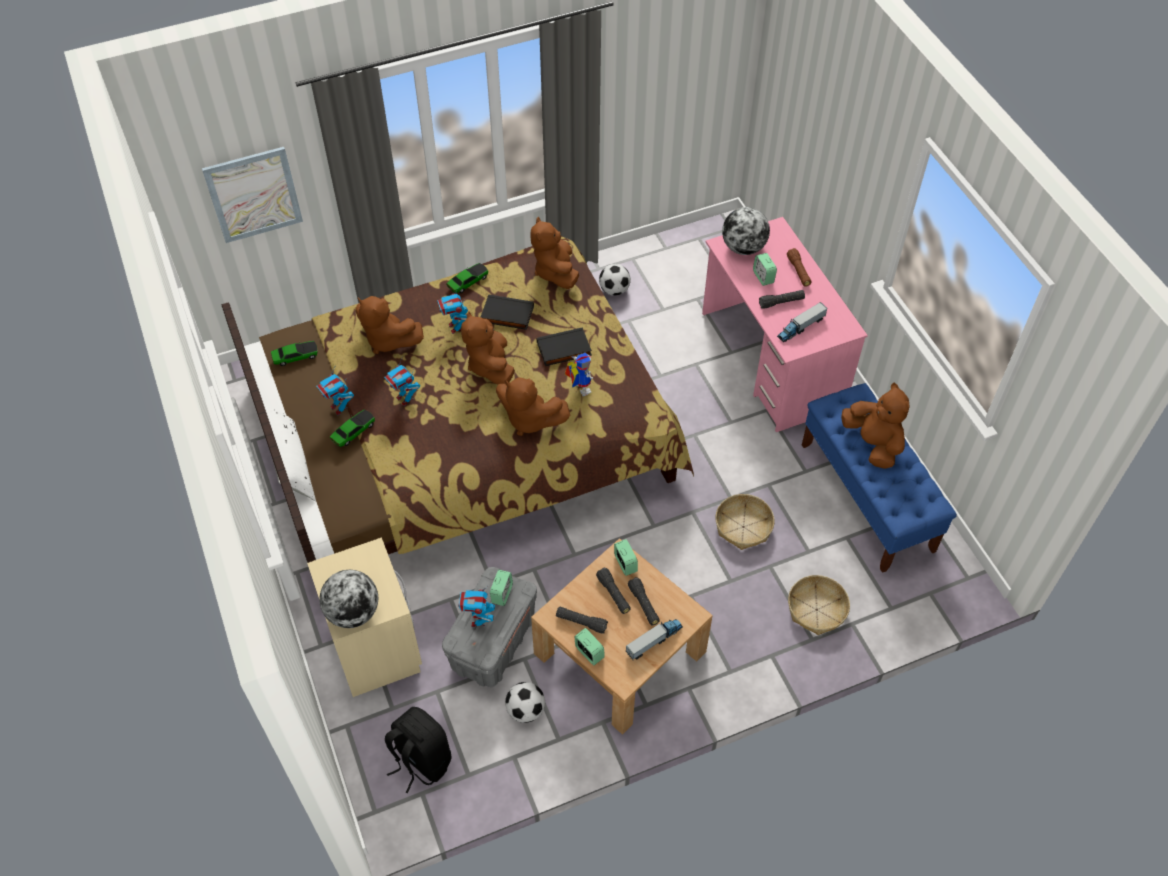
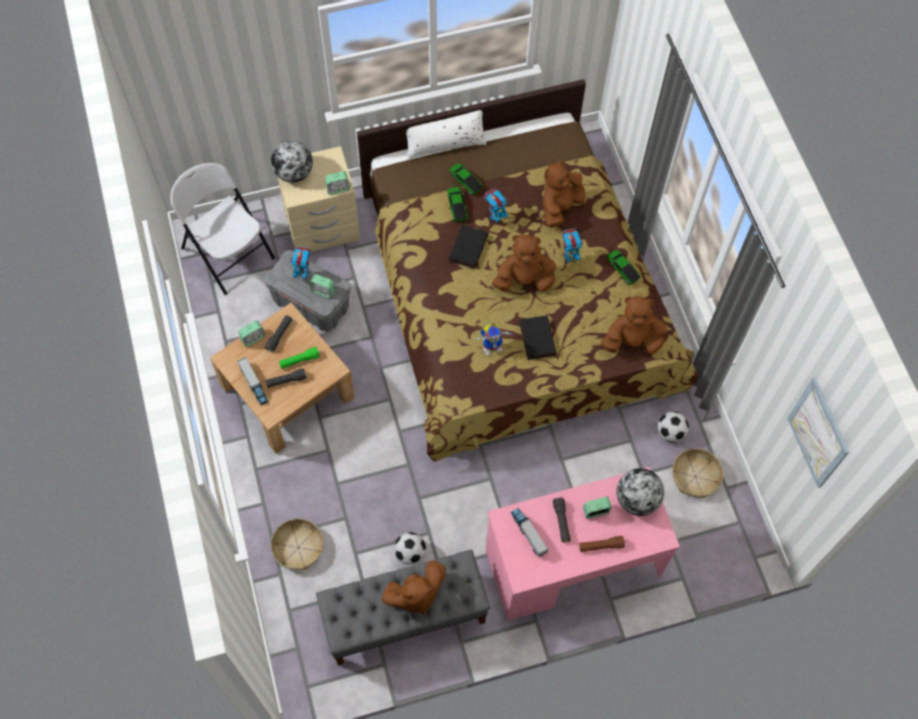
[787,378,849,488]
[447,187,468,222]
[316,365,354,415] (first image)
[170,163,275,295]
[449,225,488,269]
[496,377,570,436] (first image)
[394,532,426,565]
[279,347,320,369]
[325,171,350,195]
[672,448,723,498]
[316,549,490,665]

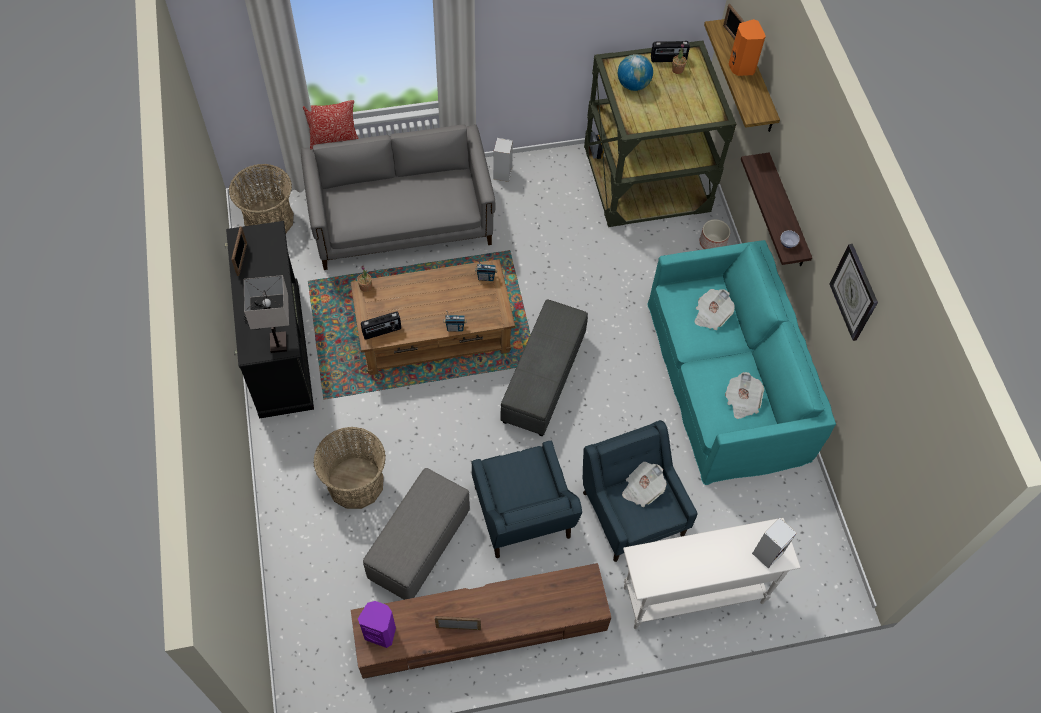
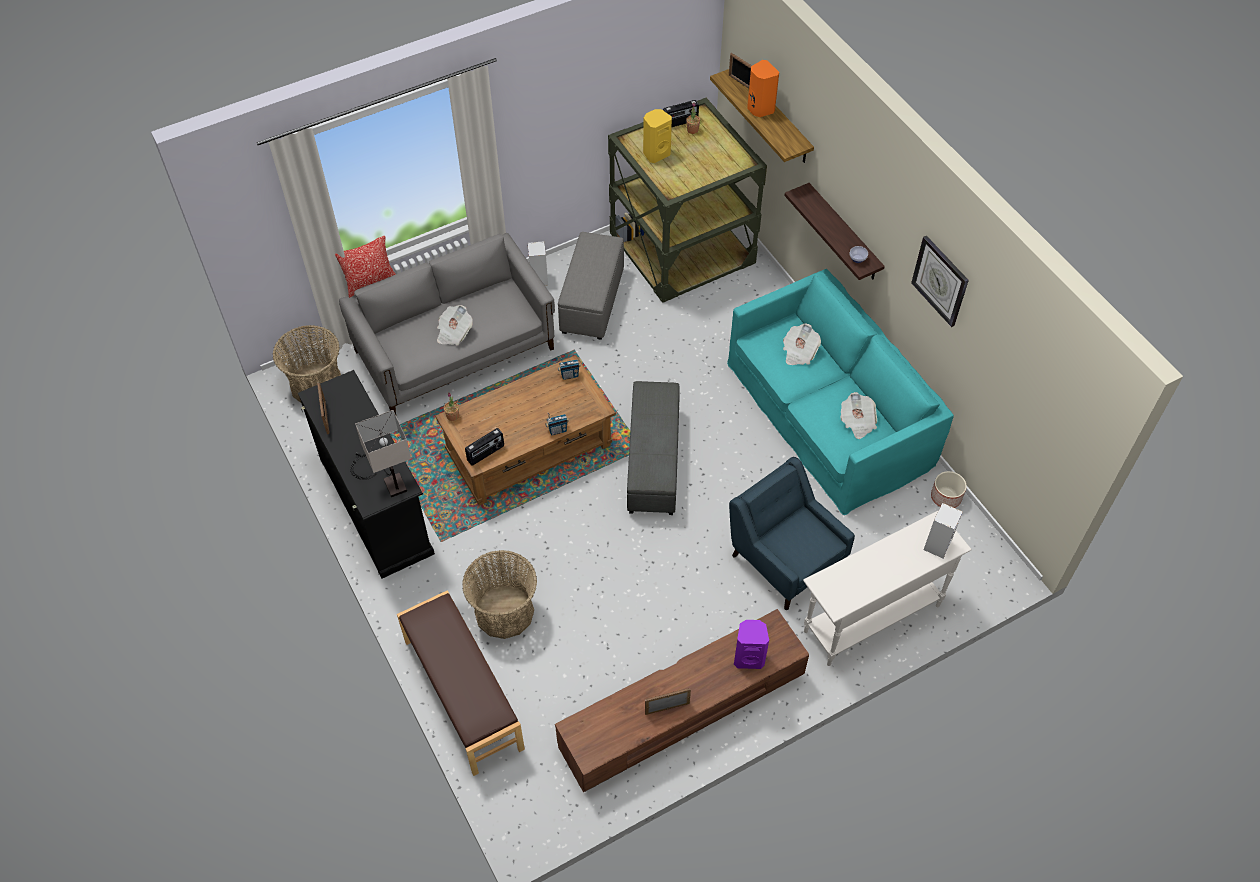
[734,620,769,669]
[558,232,624,340]
[472,441,582,558] (first image)
[643,109,672,163]
[437,305,473,346]
[931,471,967,508]
[397,590,525,776]

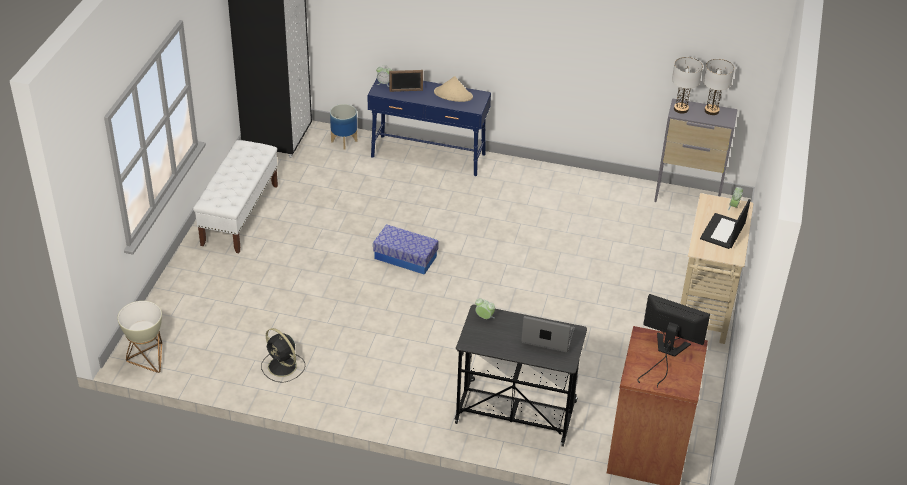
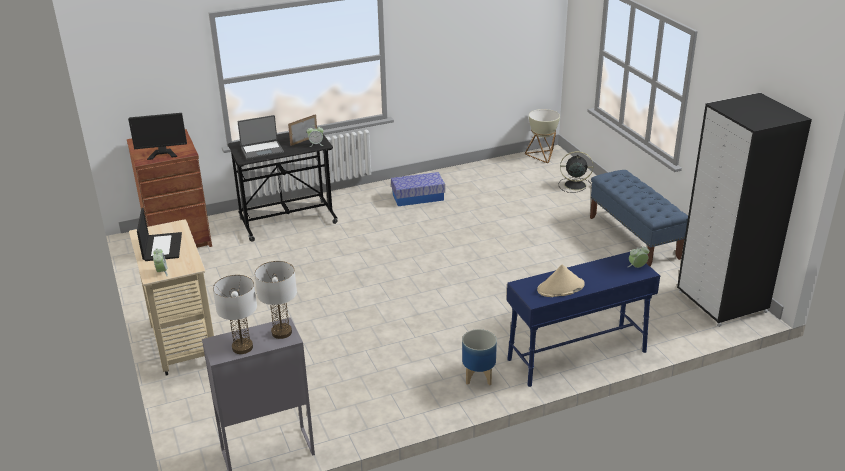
[590,170,688,267]
[558,151,593,193]
[462,329,497,385]
[391,172,445,206]
[288,114,317,146]

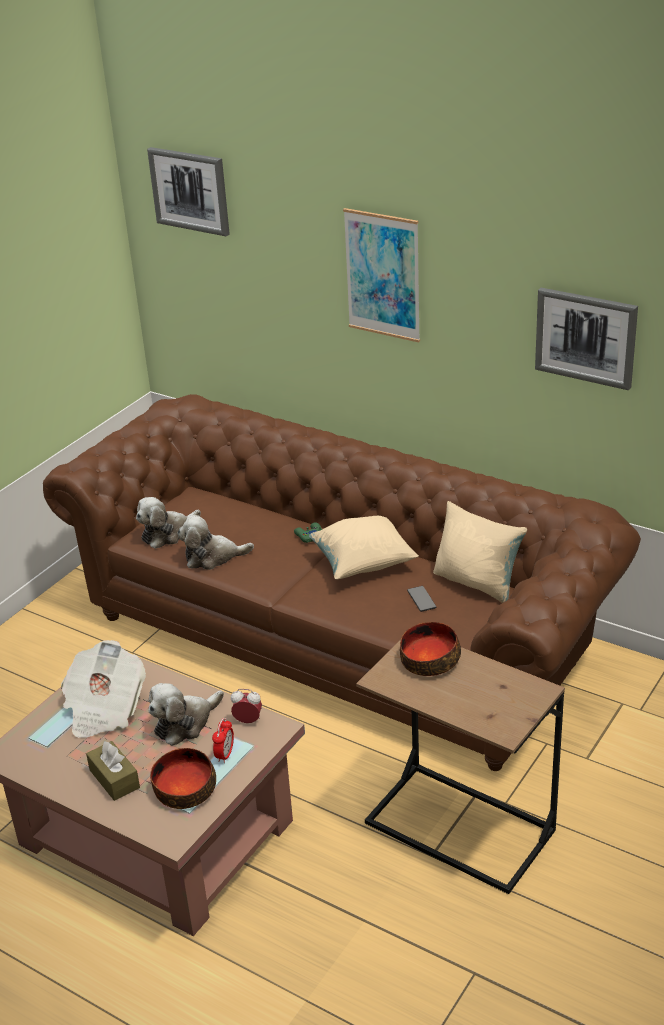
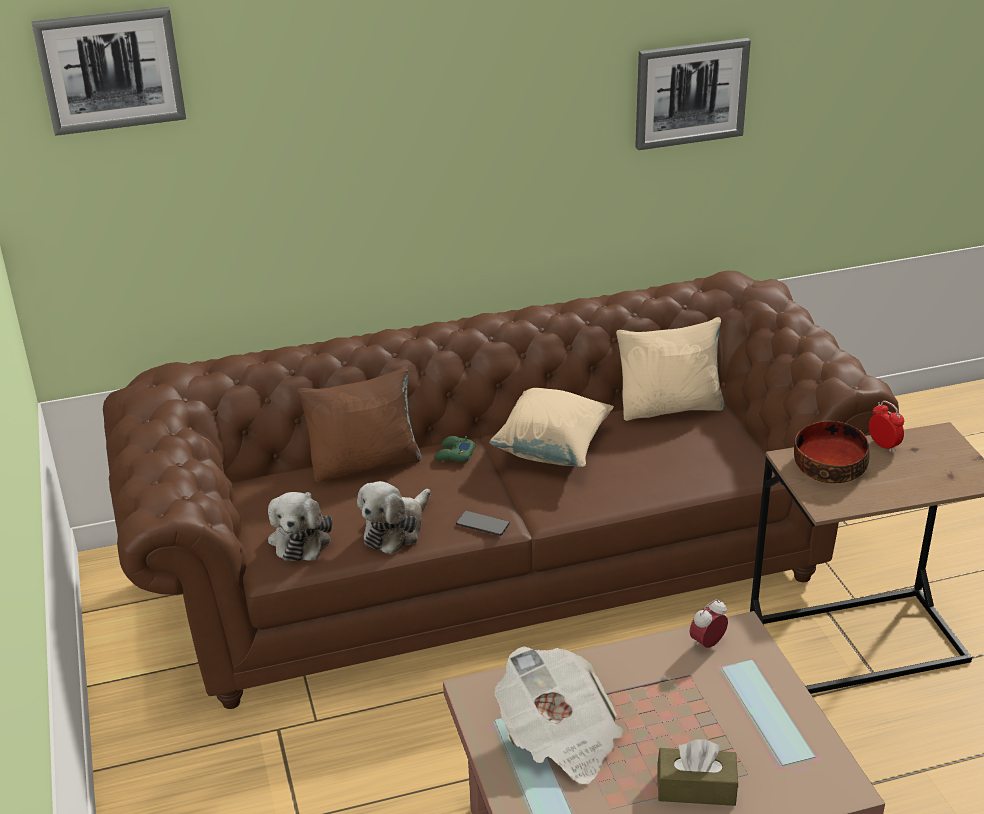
[148,683,224,746] (first image)
[150,748,216,809] (first image)
[869,401,904,453]
[343,208,420,343] (first image)
[456,511,510,536]
[297,365,422,483]

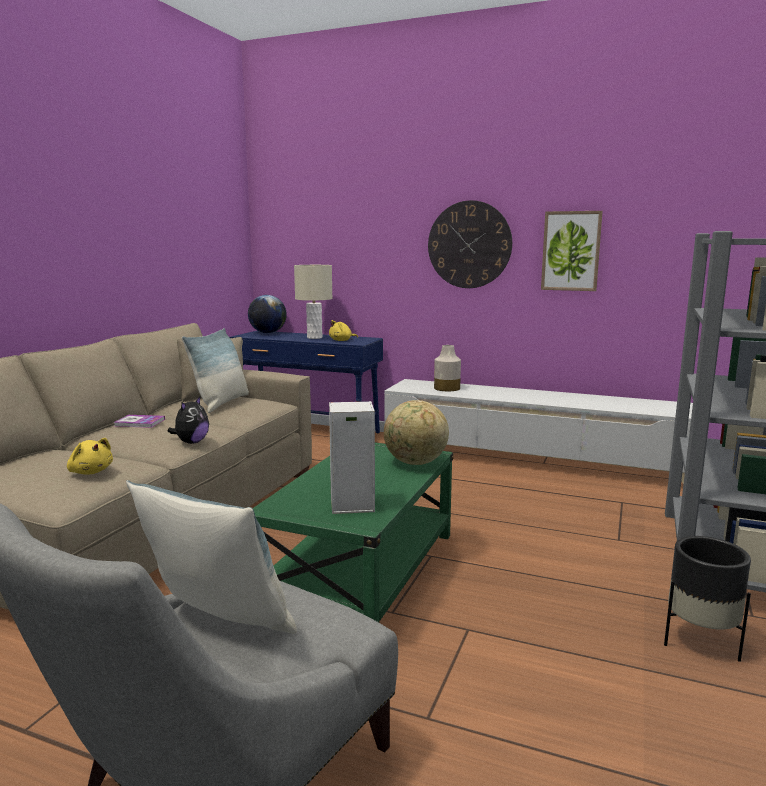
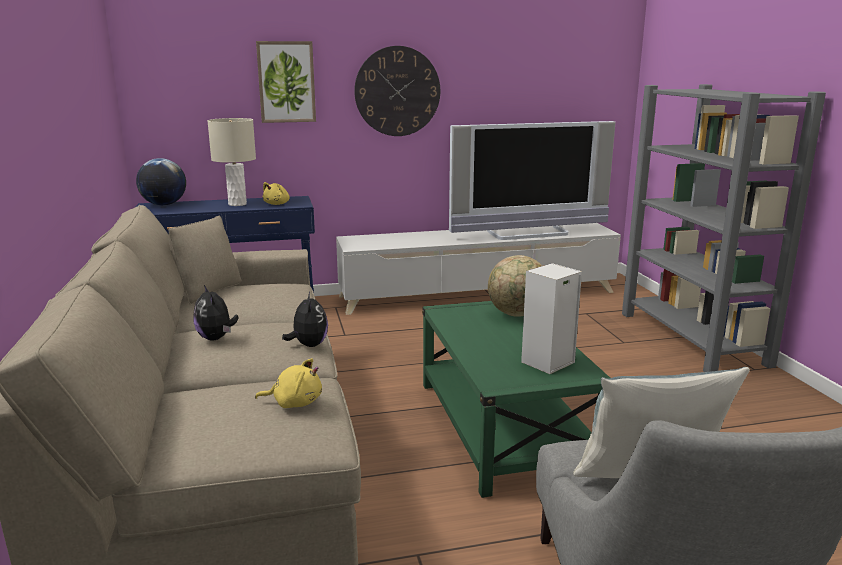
[193,285,238,341]
[182,328,249,413] (first image)
[434,345,461,391] (first image)
[256,41,316,123]
[664,536,751,662] (first image)
[449,121,616,240]

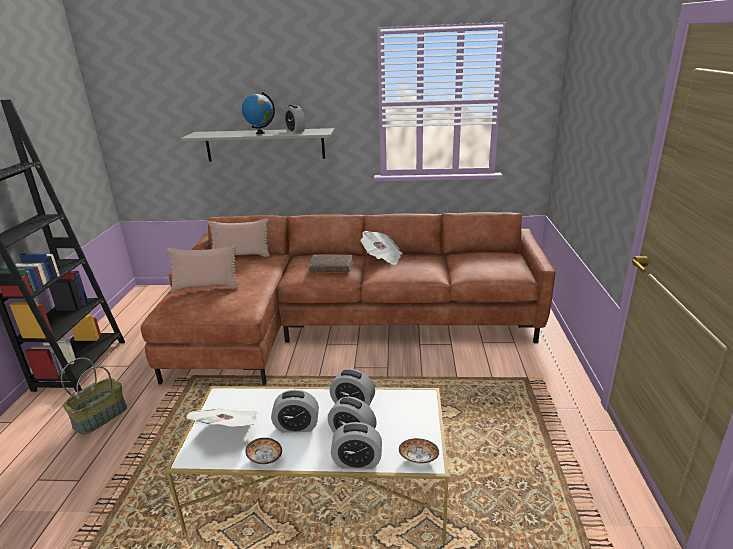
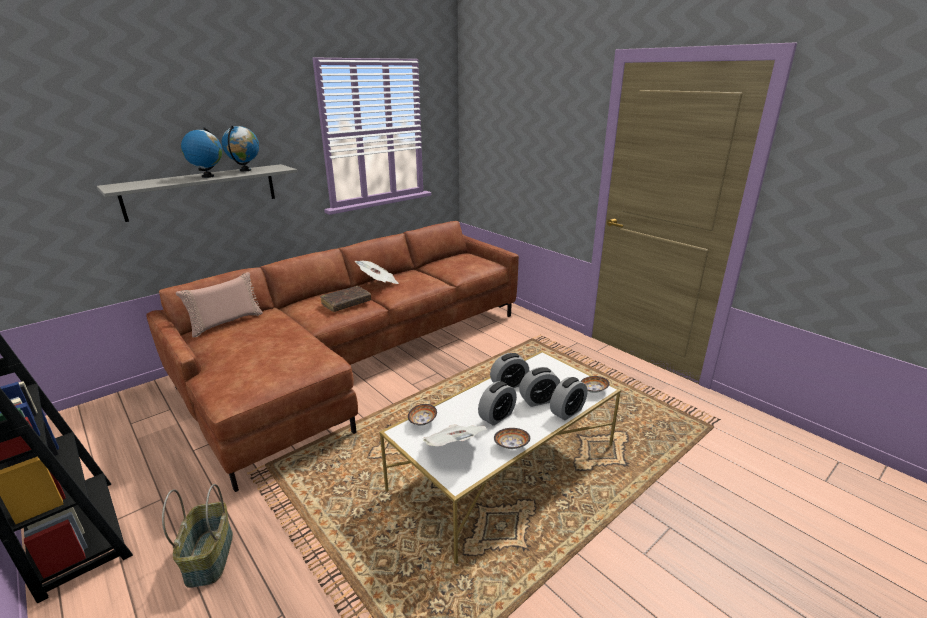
[167,245,239,293] (first image)
[222,125,259,171]
[408,404,437,426]

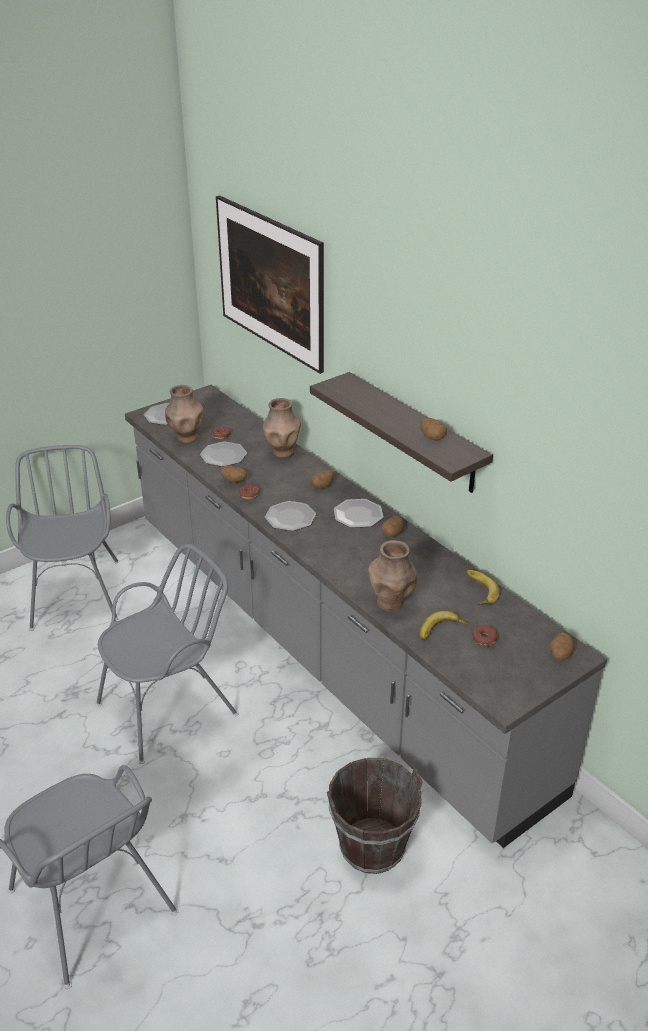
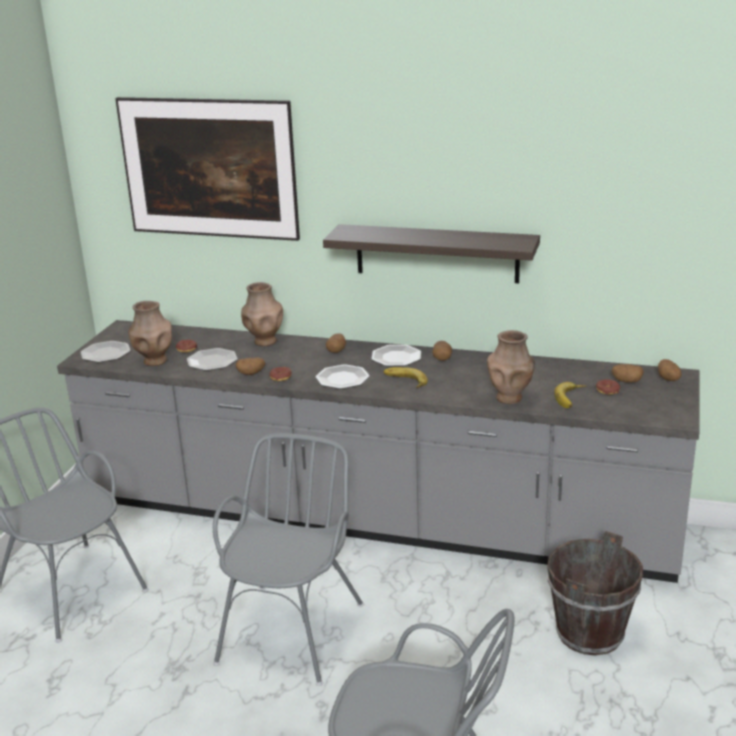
[612,364,644,383]
[384,367,428,388]

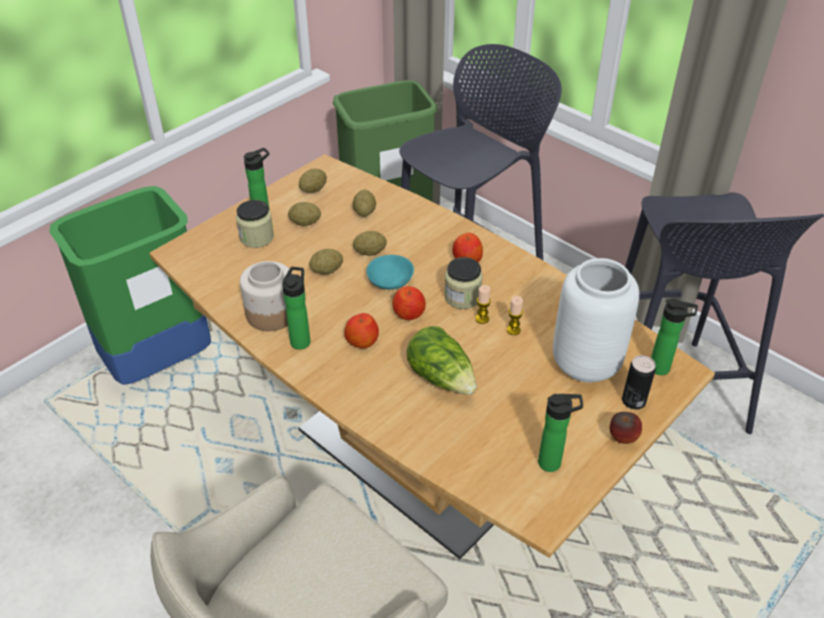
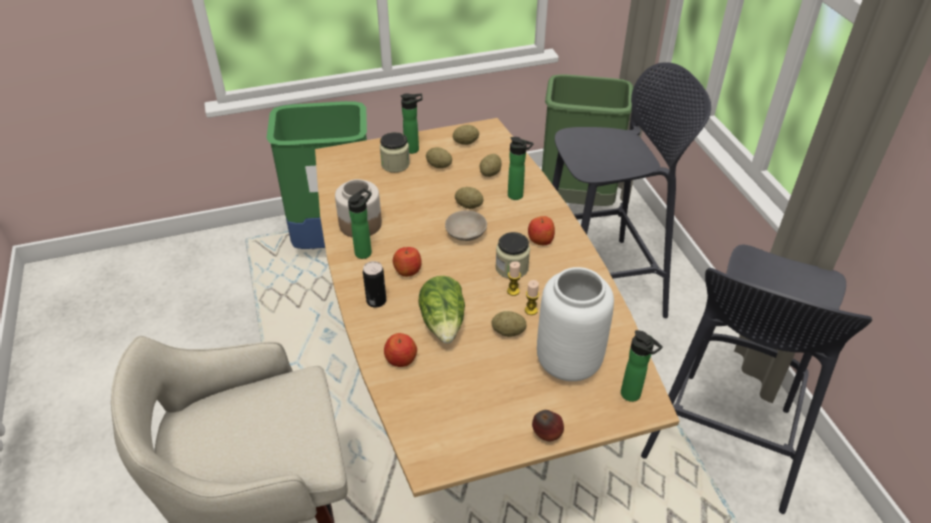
[491,311,527,337]
[445,210,487,241]
[384,333,417,367]
[508,137,533,200]
[363,261,386,307]

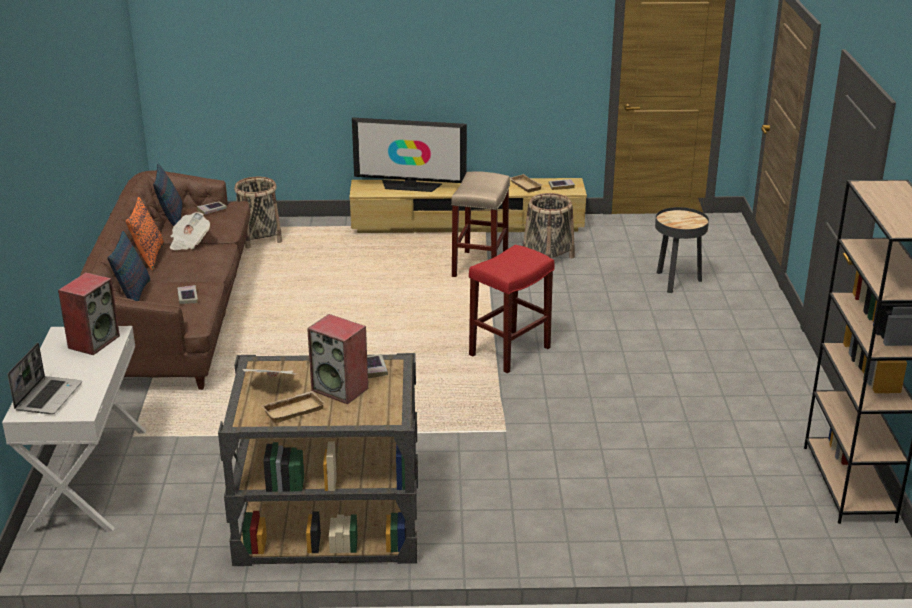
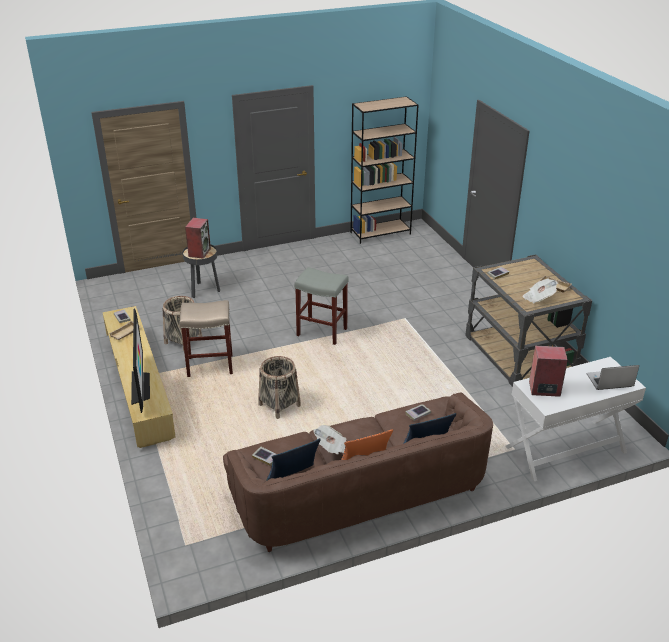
[258,356,301,419]
[185,218,211,259]
[294,267,349,345]

